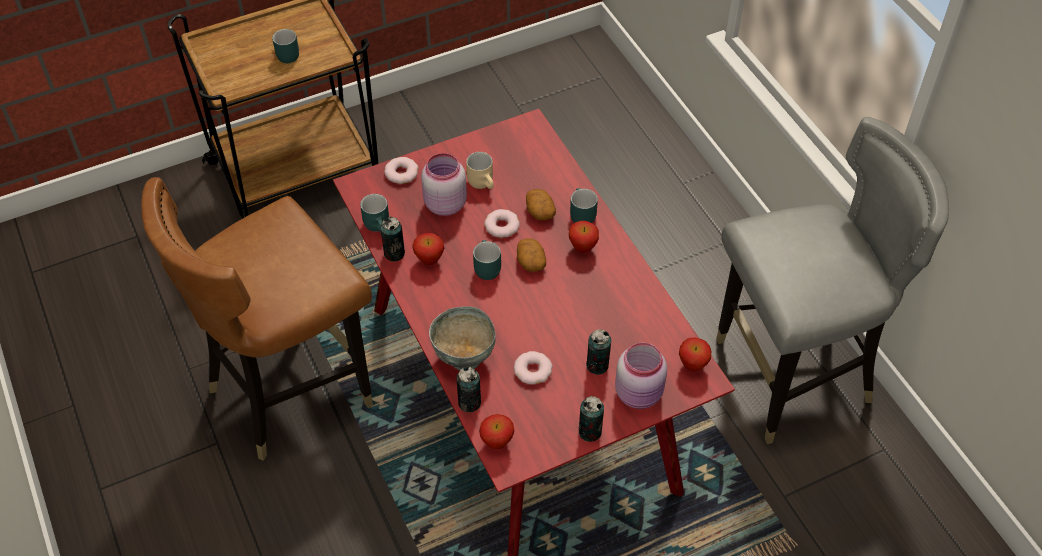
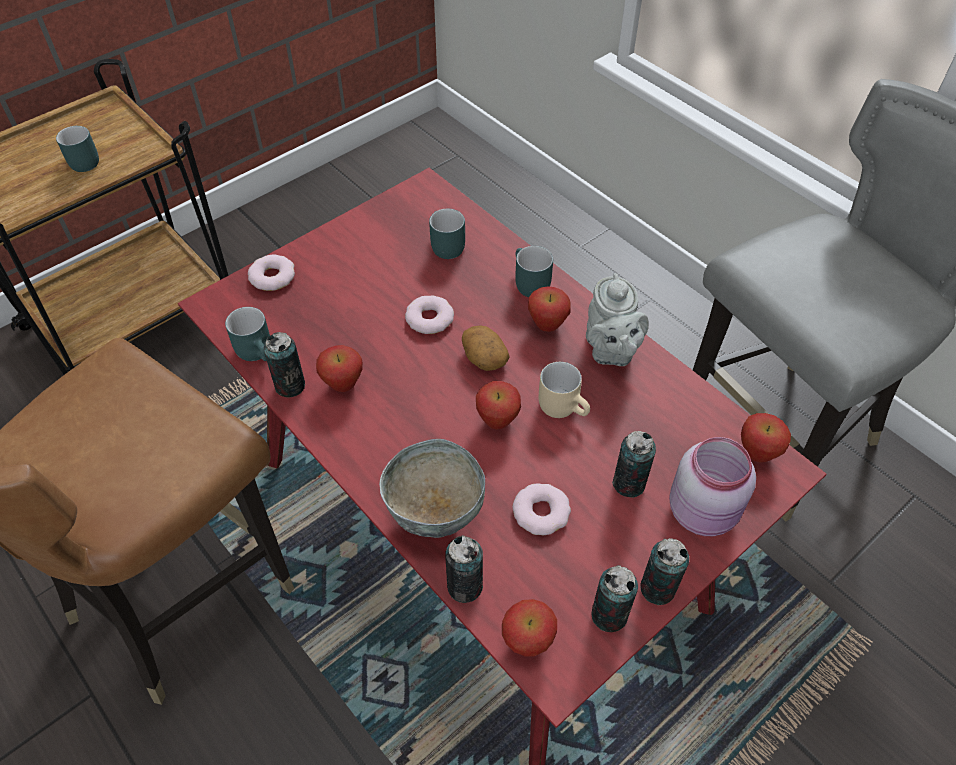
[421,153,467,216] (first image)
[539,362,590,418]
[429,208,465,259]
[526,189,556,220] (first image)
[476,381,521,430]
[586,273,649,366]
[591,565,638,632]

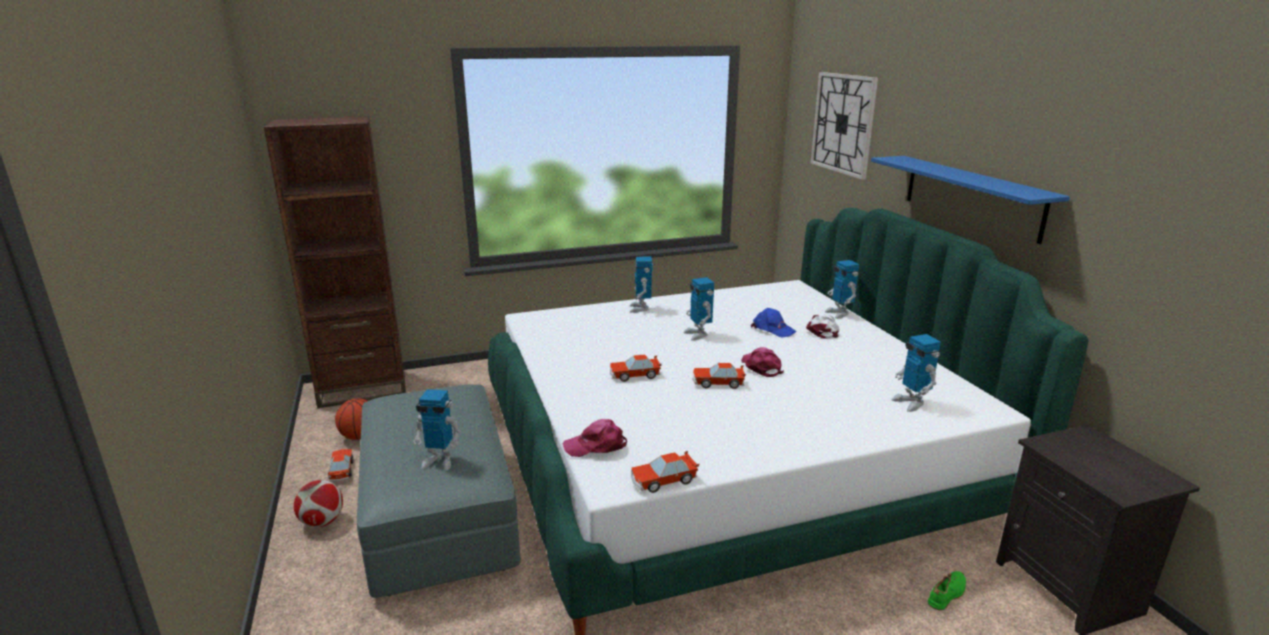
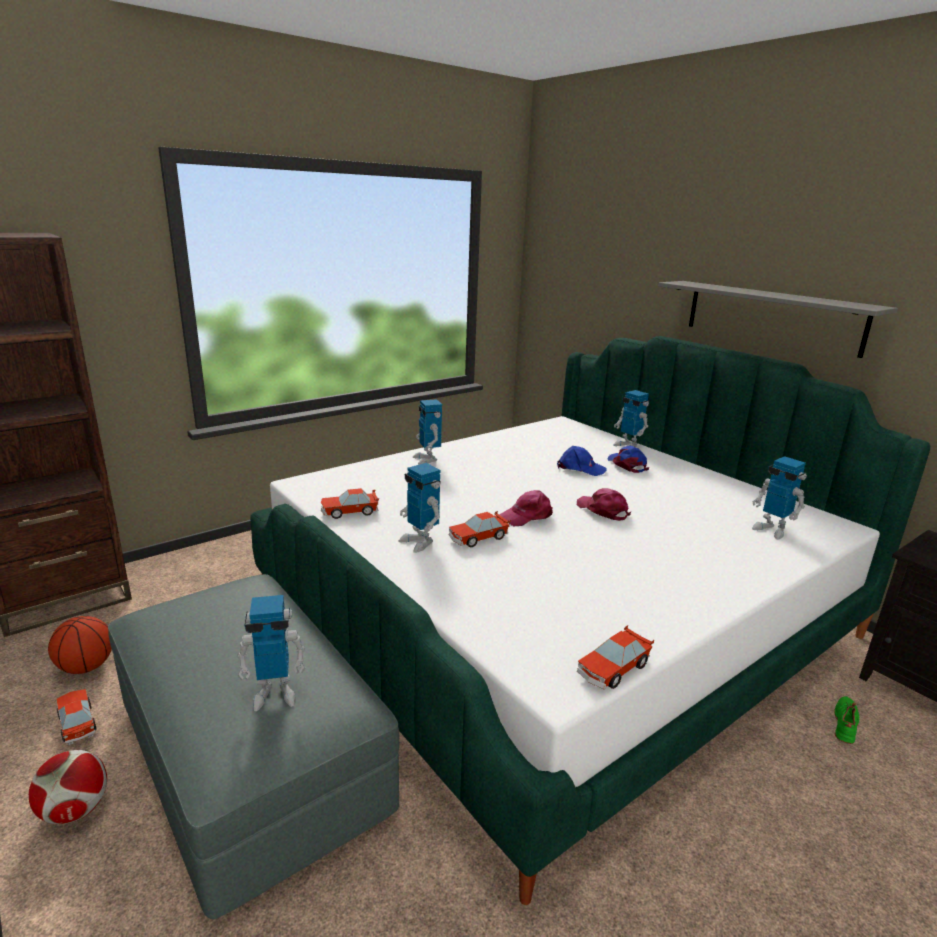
[499,490,553,526]
[398,463,441,553]
[321,488,379,519]
[608,446,649,473]
[811,72,878,180] (first image)
[658,281,898,358]

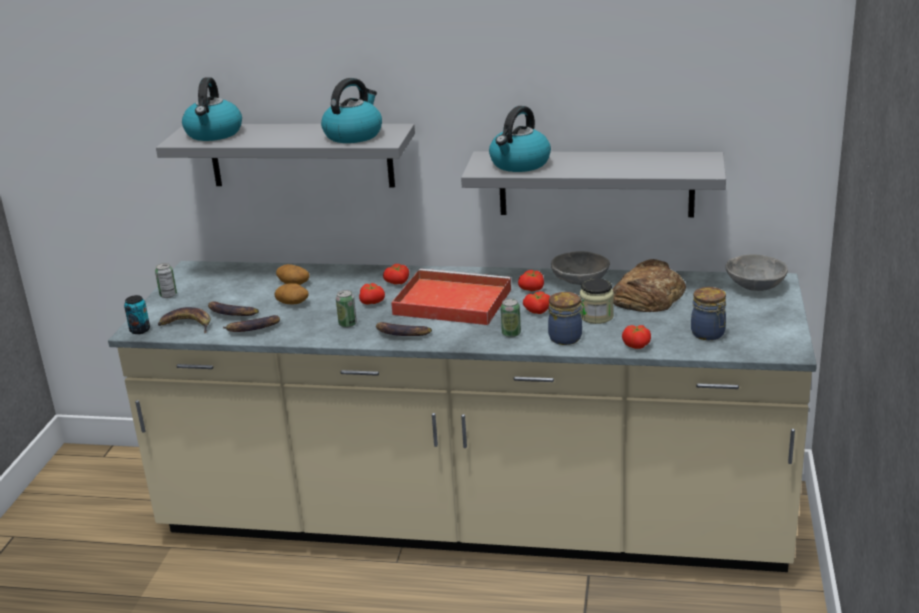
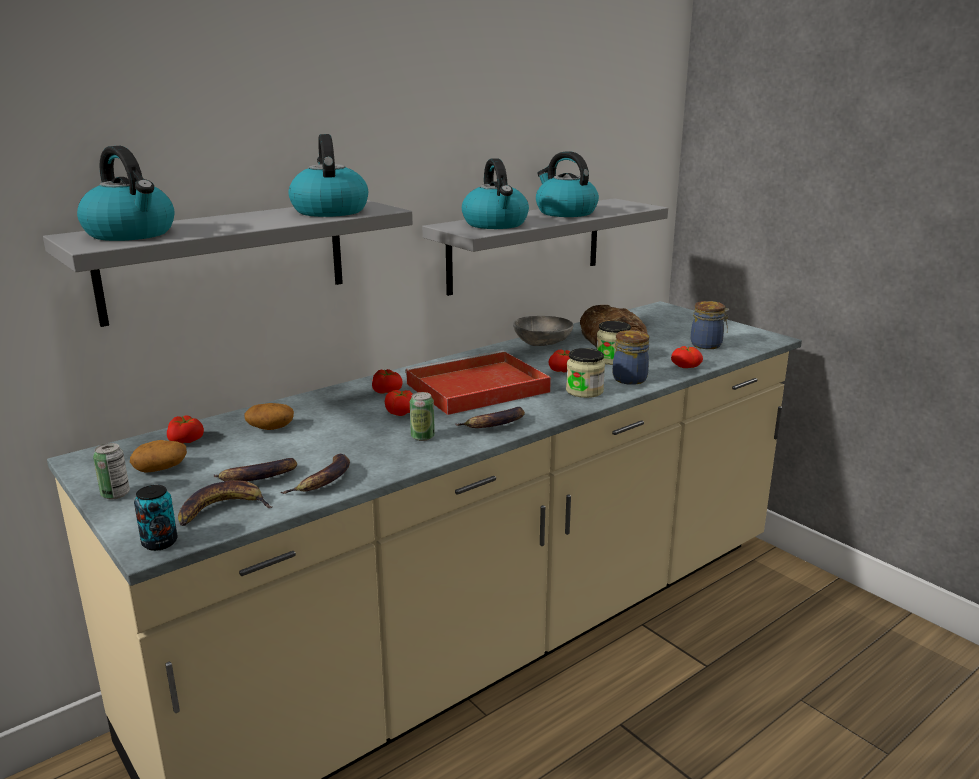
[130,440,187,473]
[566,348,605,398]
[167,415,204,443]
[725,254,788,291] (first image)
[536,151,599,217]

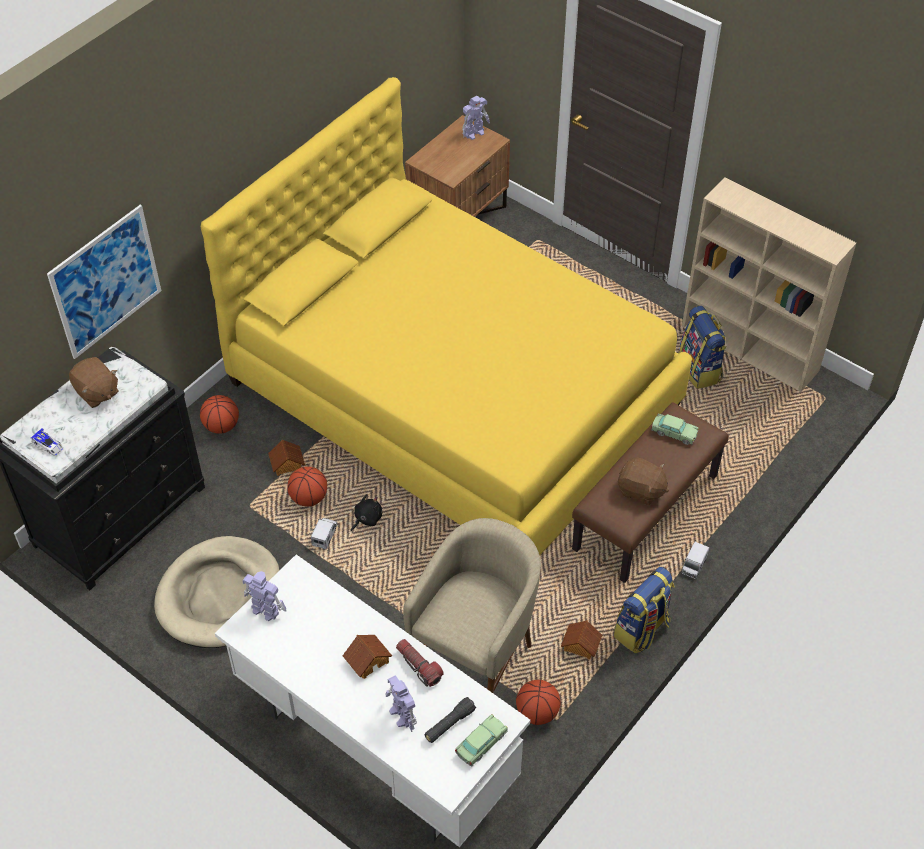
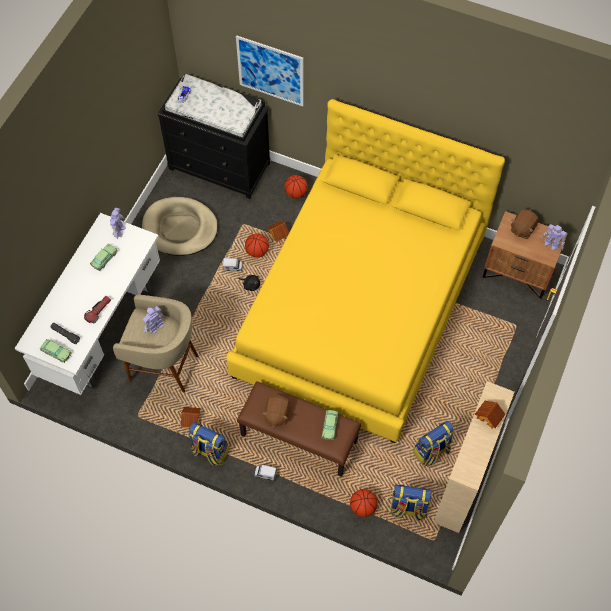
[511,209,538,239]
[475,401,506,429]
[143,306,163,334]
[350,489,377,517]
[90,244,118,271]
[390,485,432,521]

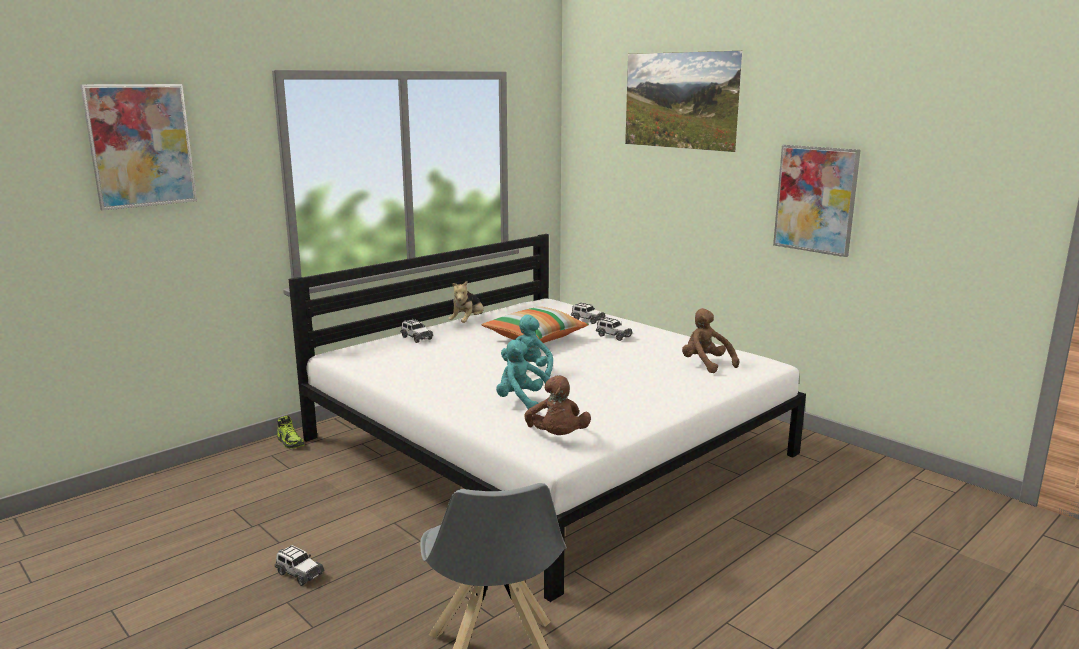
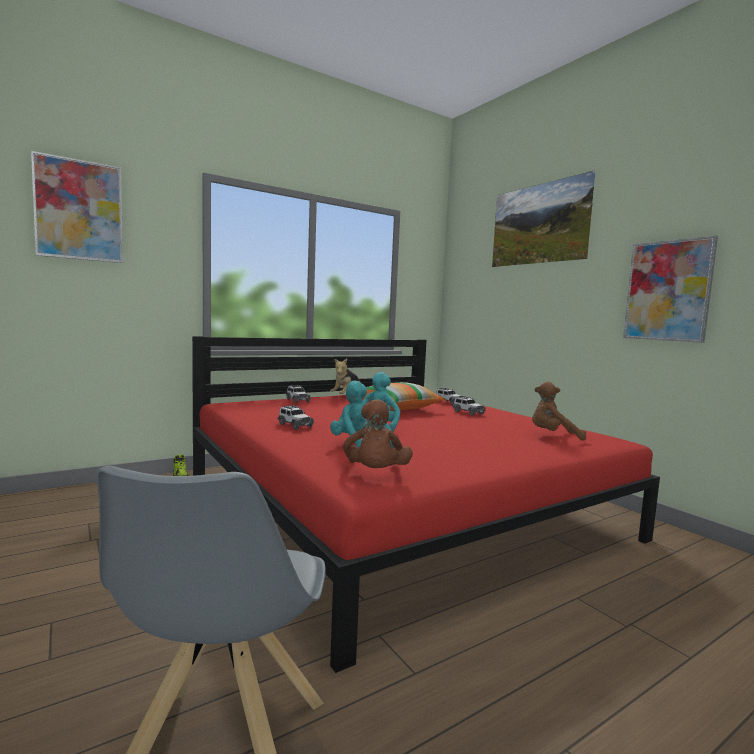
[278,405,314,430]
[192,336,660,673]
[532,381,586,440]

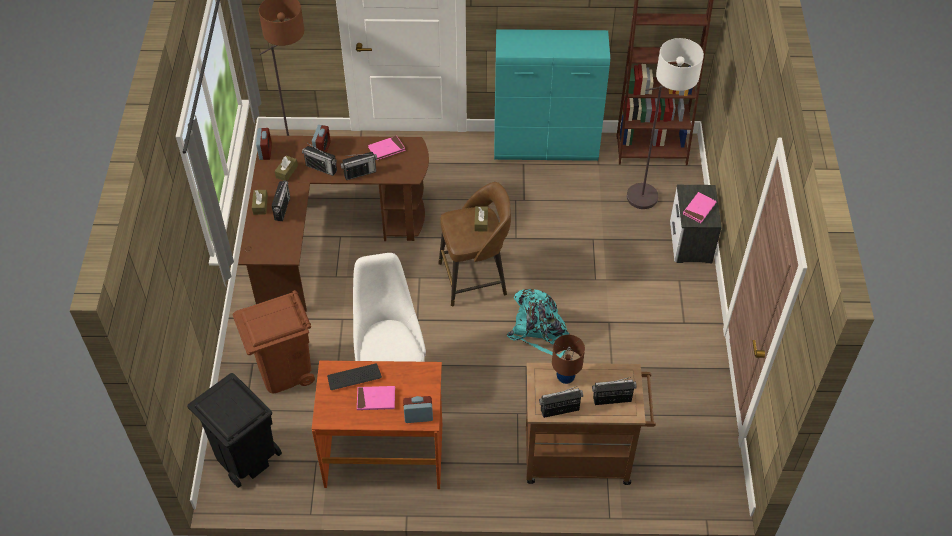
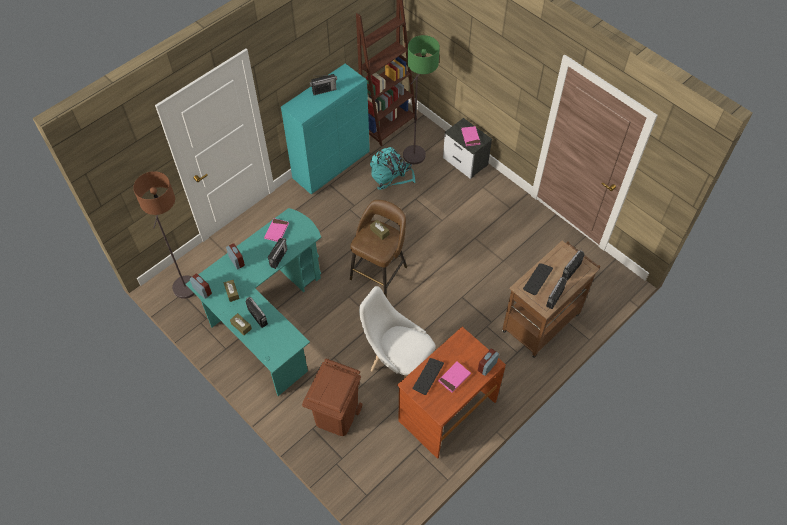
[187,373,282,488] (first image)
[186,208,321,396]
[310,74,337,95]
[370,147,416,190]
[523,263,553,295]
[403,35,440,164]

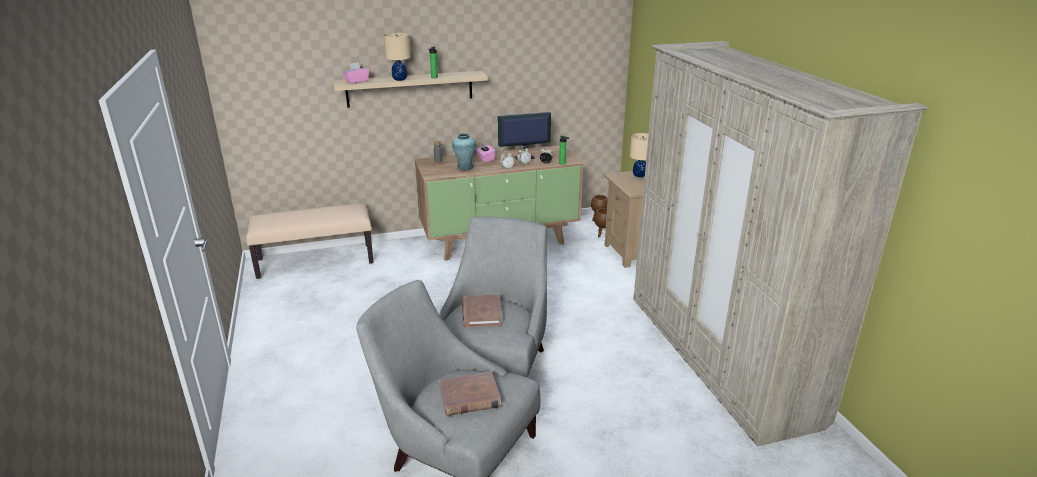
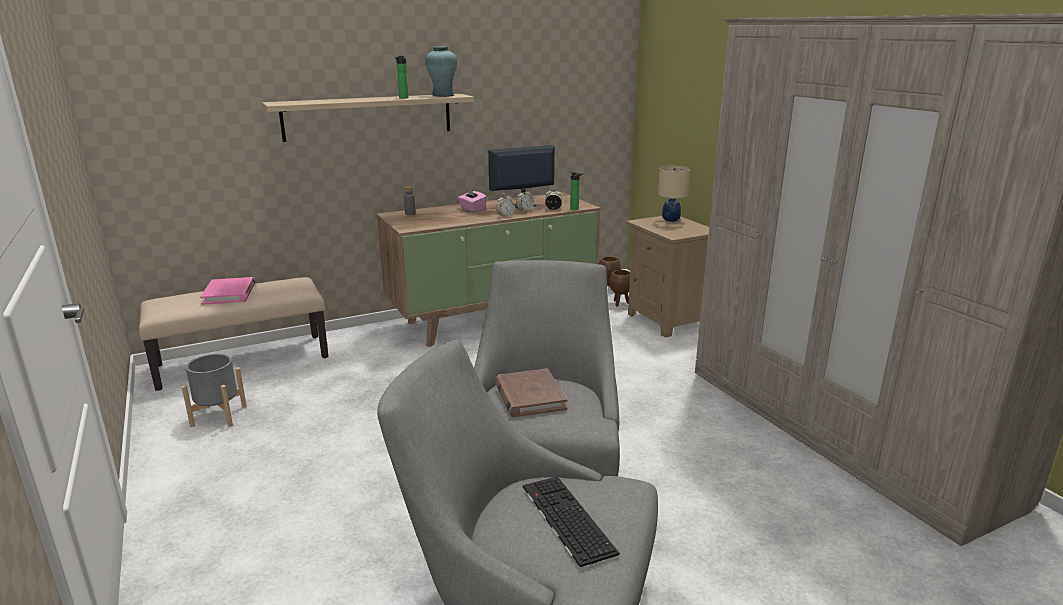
[343,62,369,84] (first image)
[384,33,411,81] (first image)
[523,476,620,568]
[425,46,457,97]
[182,354,247,427]
[200,277,255,305]

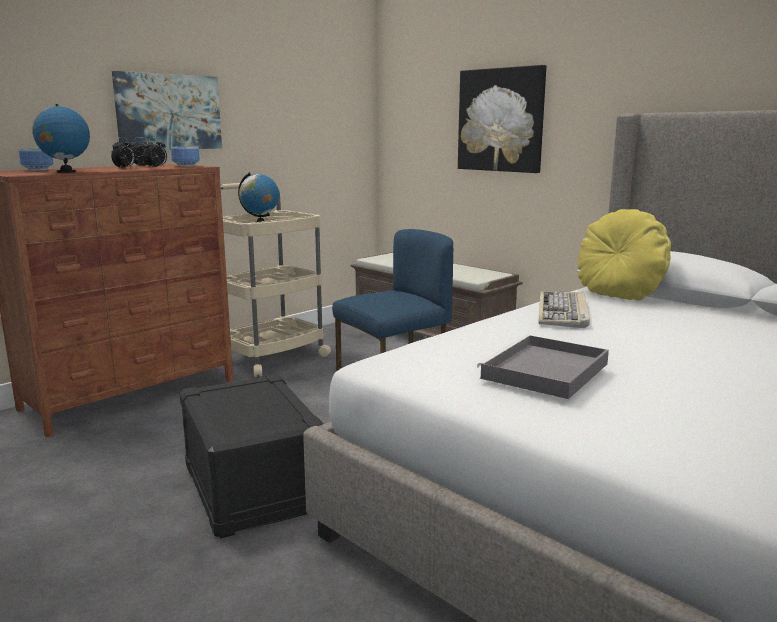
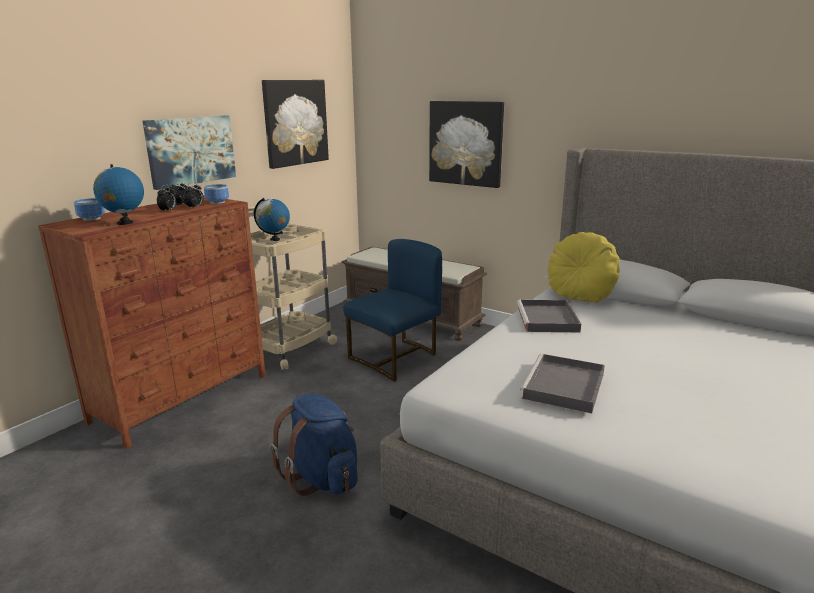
[270,394,358,496]
[517,300,581,332]
[262,80,329,169]

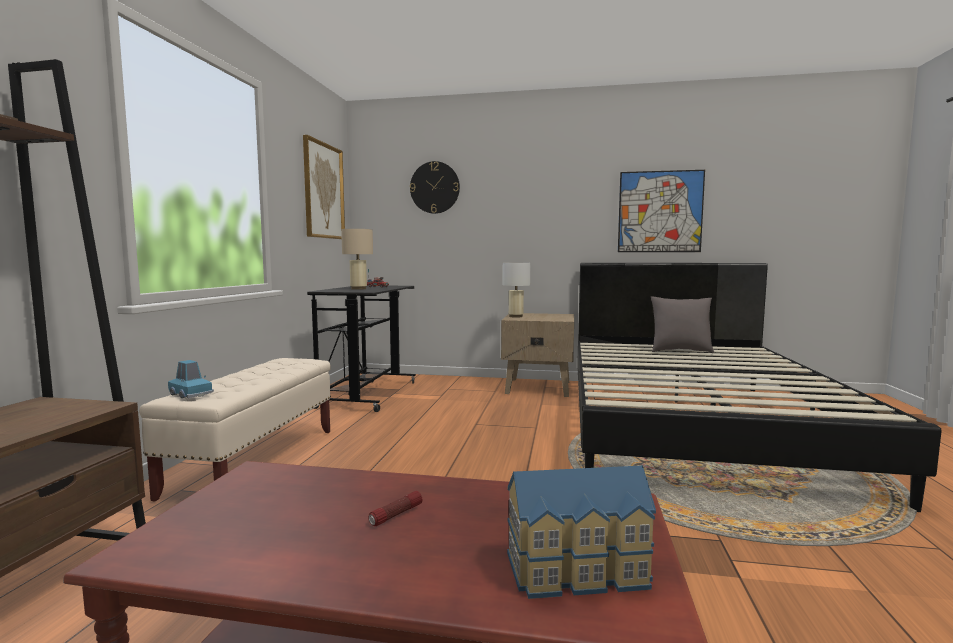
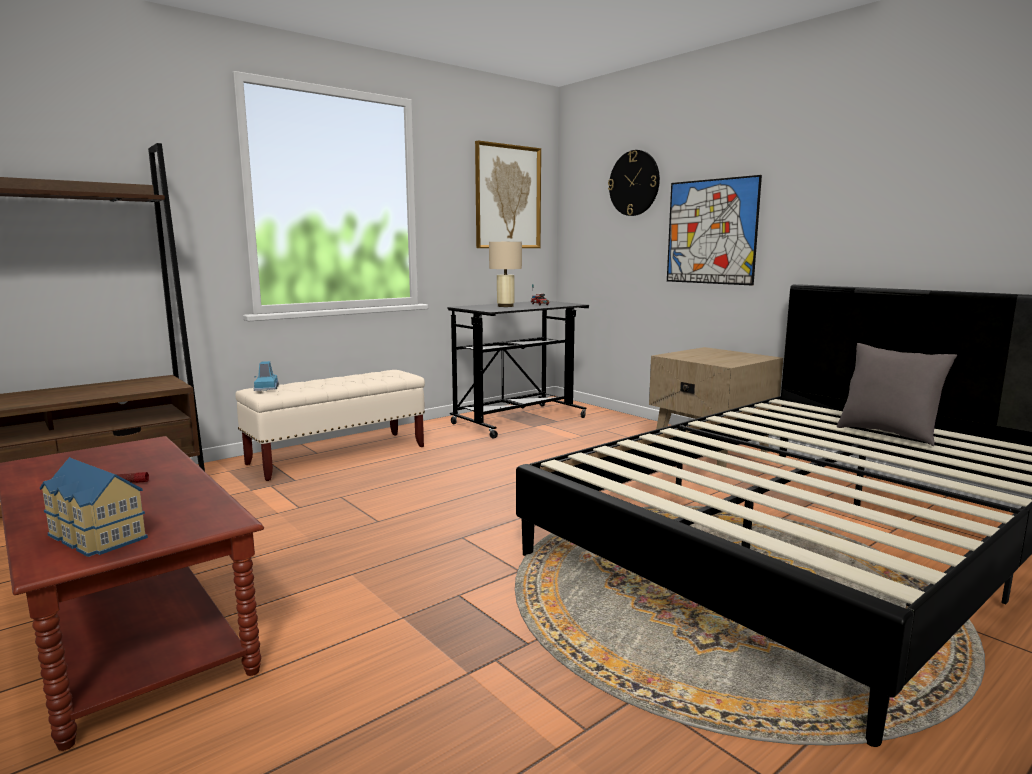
[502,263,530,318] (first image)
[667,175,762,286]

